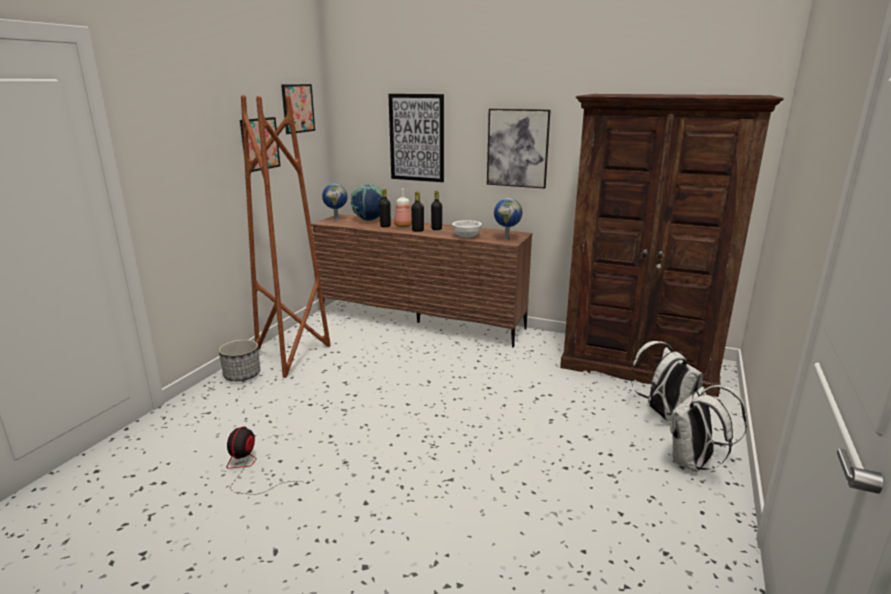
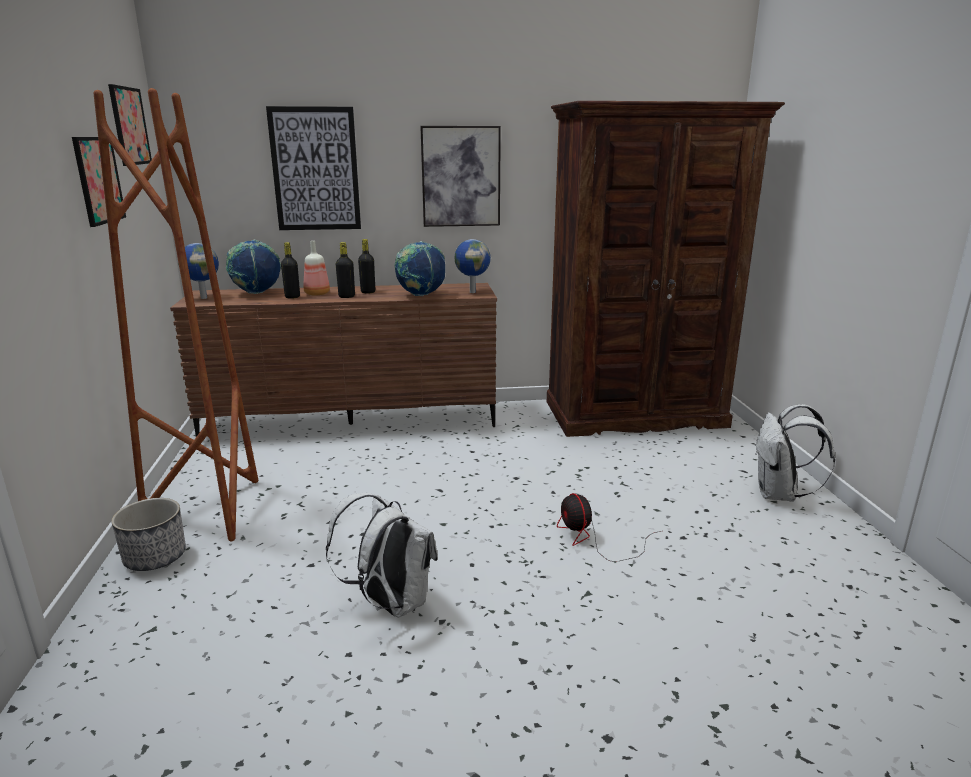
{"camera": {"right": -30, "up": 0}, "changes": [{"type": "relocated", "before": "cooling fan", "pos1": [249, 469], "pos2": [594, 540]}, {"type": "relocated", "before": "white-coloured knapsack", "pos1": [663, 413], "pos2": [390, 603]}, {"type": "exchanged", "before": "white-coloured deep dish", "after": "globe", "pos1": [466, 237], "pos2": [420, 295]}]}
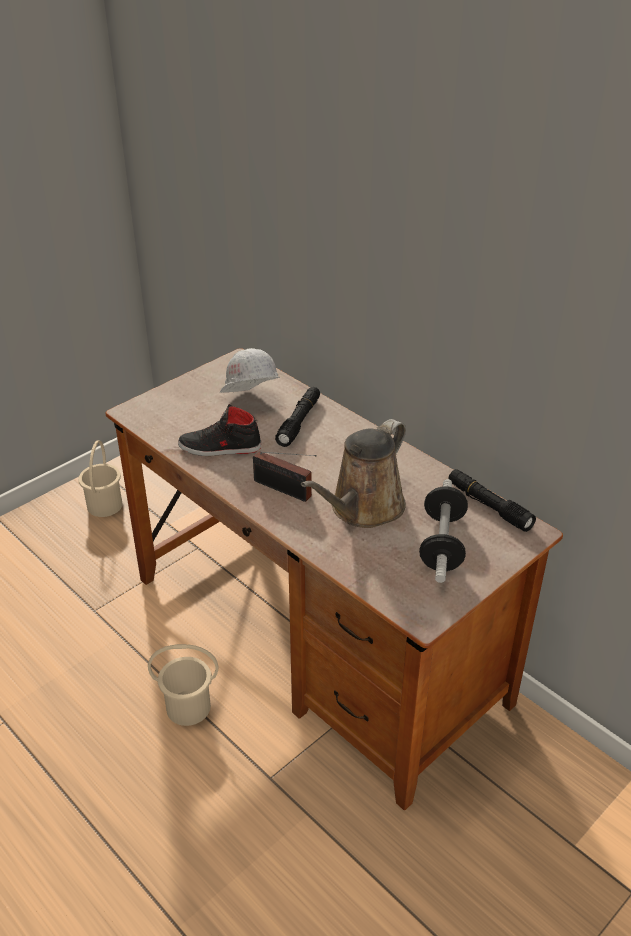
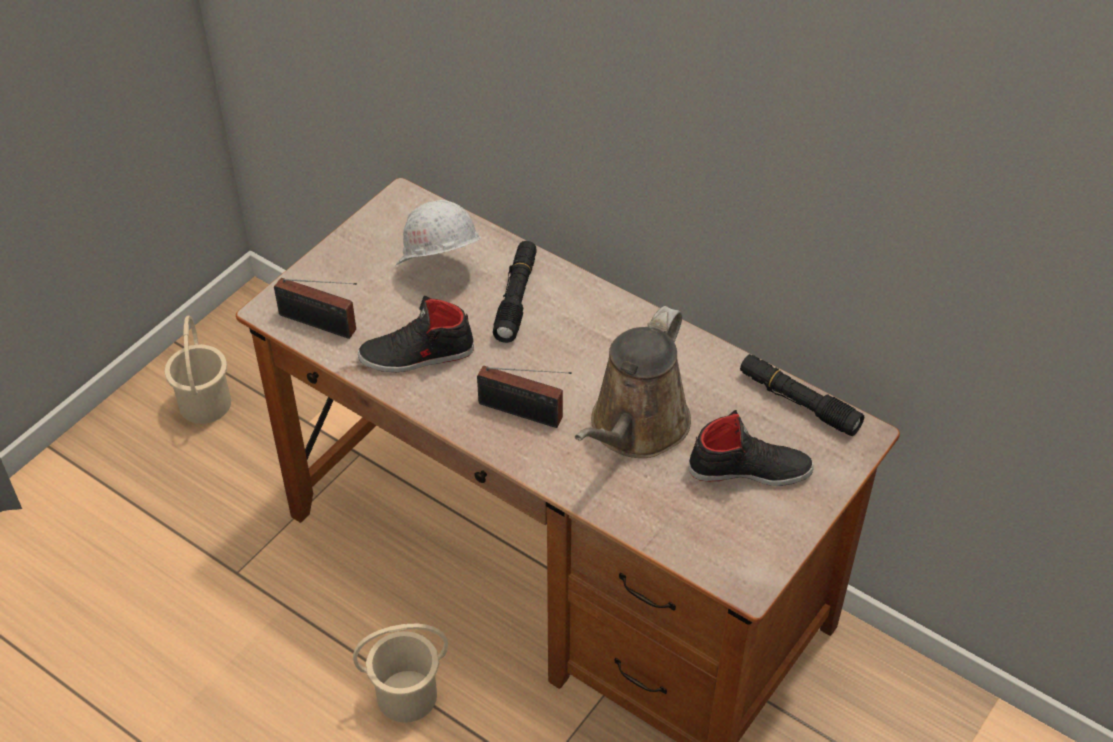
{"camera": {"right": -10, "up": 10}, "changes": [{"type": "appeared", "after": "radio set", "pos2": [321, 324]}, {"type": "exchanged", "before": "free weight", "after": "black shoe", "pos1": [442, 544], "pos2": [749, 469]}]}
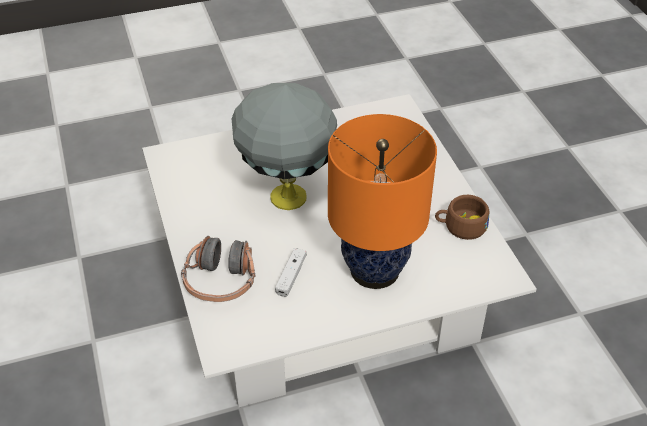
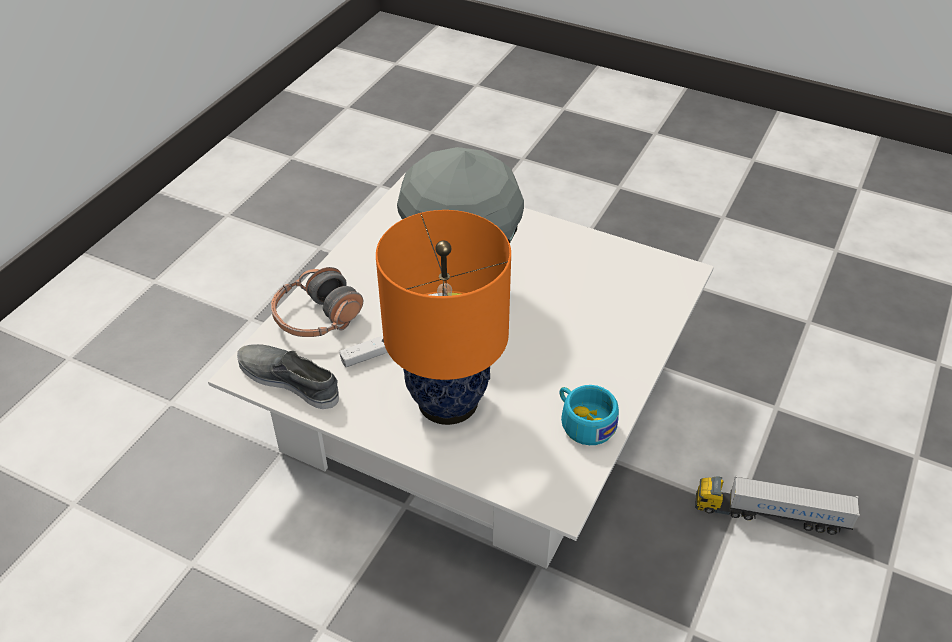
{"camera": {"right": 45, "up": 0}, "changes": [{"type": "appeared", "after": "grey shoe", "pos2": [289, 380]}, {"type": "appeared", "after": "toy truck", "pos2": [770, 515]}, {"type": "colour", "before": "brown drinking cup", "after": "turquoise-coloured drinking cup", "pos1": [460, 226], "pos2": [583, 422]}]}
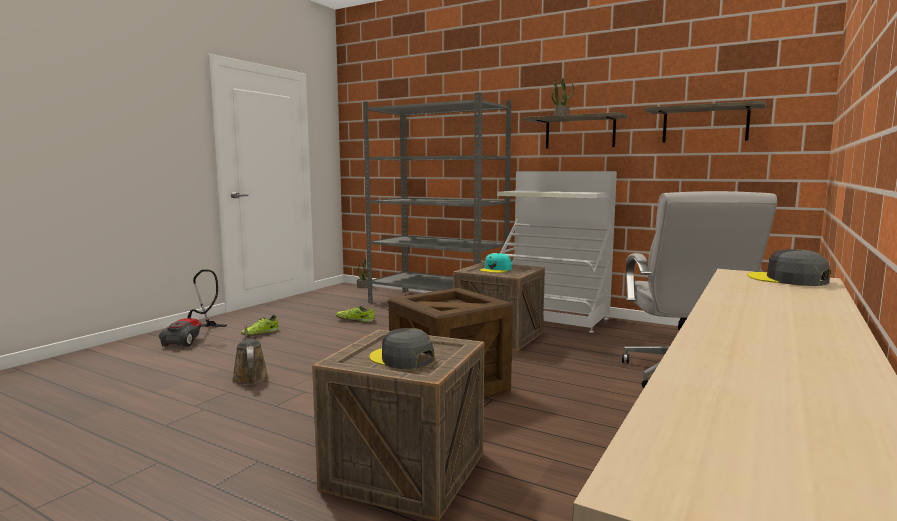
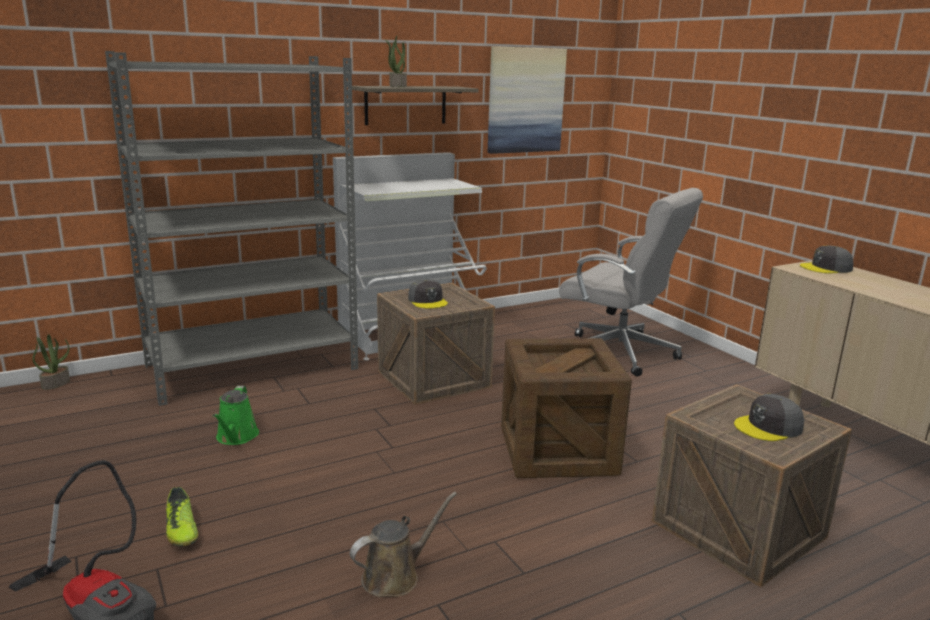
{"camera": {"right": -60, "up": 10}, "changes": [{"type": "exchanged", "before": "shoe", "after": "greenish watering pot", "pos1": [355, 320], "pos2": [236, 437]}, {"type": "exchanged", "before": "shelf", "after": "wall picture", "pos1": [705, 124], "pos2": [525, 100]}, {"type": "colour", "before": "turquoise-coloured cap", "after": "grey cap", "pos1": [496, 270], "pos2": [427, 301]}, {"type": "spun", "before": "brown watering pot", "pos1": [249, 377], "pos2": [395, 576], "turn": 135}]}
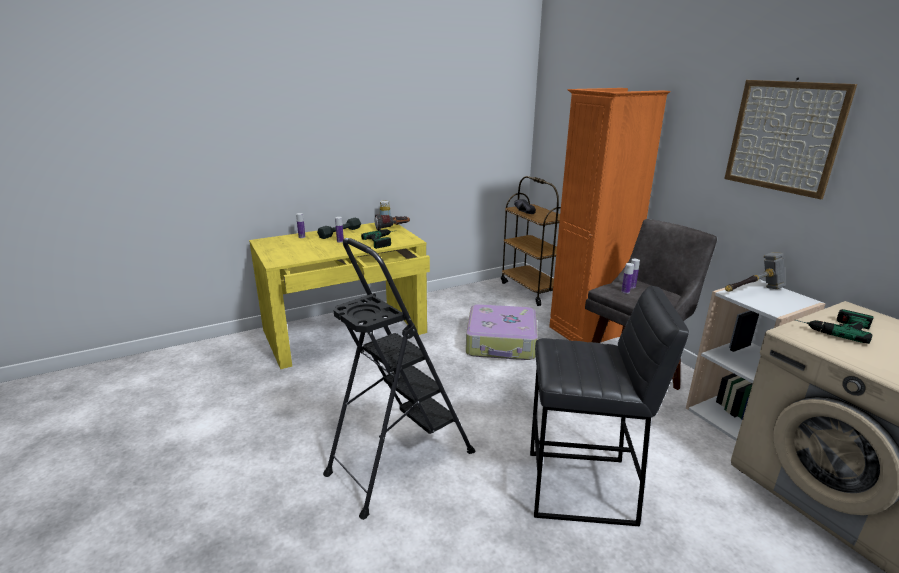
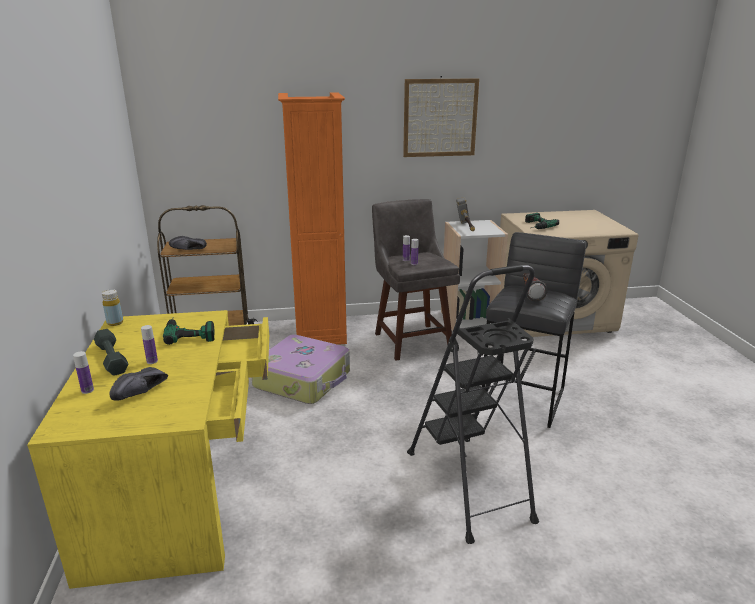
{"camera": {"right": -70, "up": 0}, "changes": [{"type": "appeared", "after": "black shoe", "pos2": [142, 393]}, {"type": "relocated", "before": "torch", "pos1": [392, 228], "pos2": [530, 293]}]}
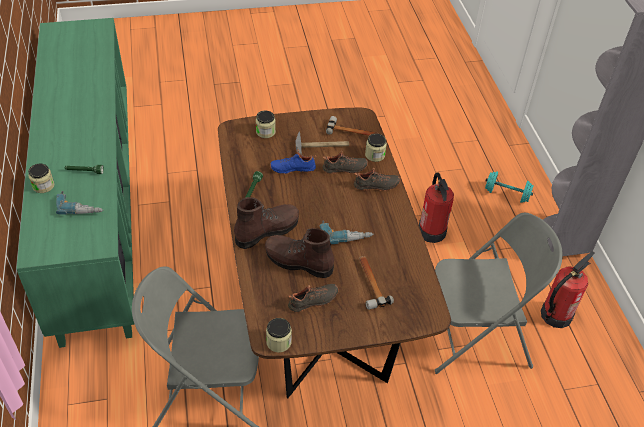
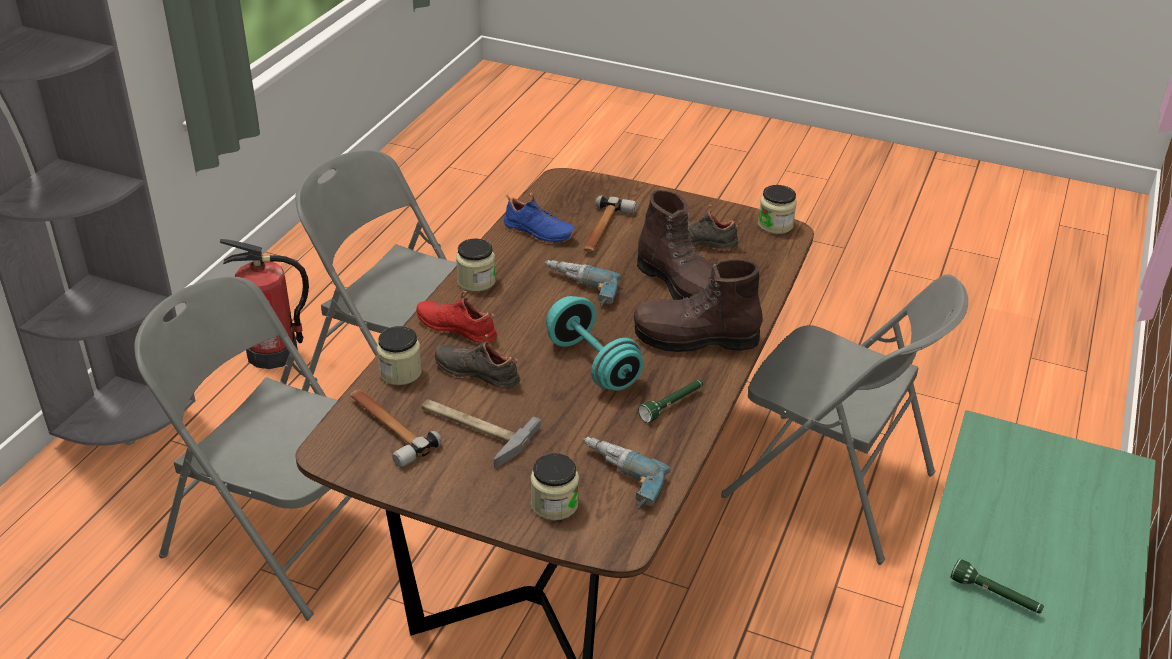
{"camera": {"right": -145, "up": -10}, "changes": [{"type": "relocated", "before": "storage jar", "pos1": [43, 186], "pos2": [476, 281]}, {"type": "relocated", "before": "drill", "pos1": [81, 206], "pos2": [616, 479]}, {"type": "relocated", "before": "blue-coloured shoe", "pos1": [292, 168], "pos2": [538, 233]}, {"type": "relocated", "before": "turquoise-coloured free weight", "pos1": [506, 194], "pos2": [593, 364]}, {"type": "exchanged", "before": "fire extinguisher", "after": "grey chair", "pos1": [431, 231], "pos2": [282, 534]}, {"type": "colour", "before": "black shoe", "after": "red shoe", "pos1": [376, 186], "pos2": [458, 328]}]}
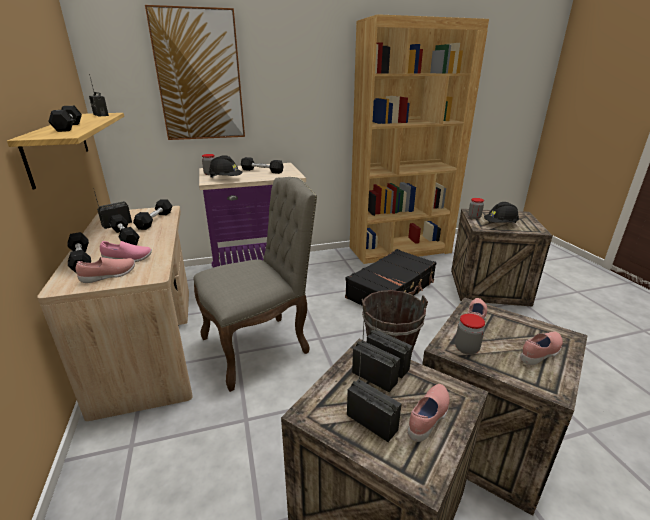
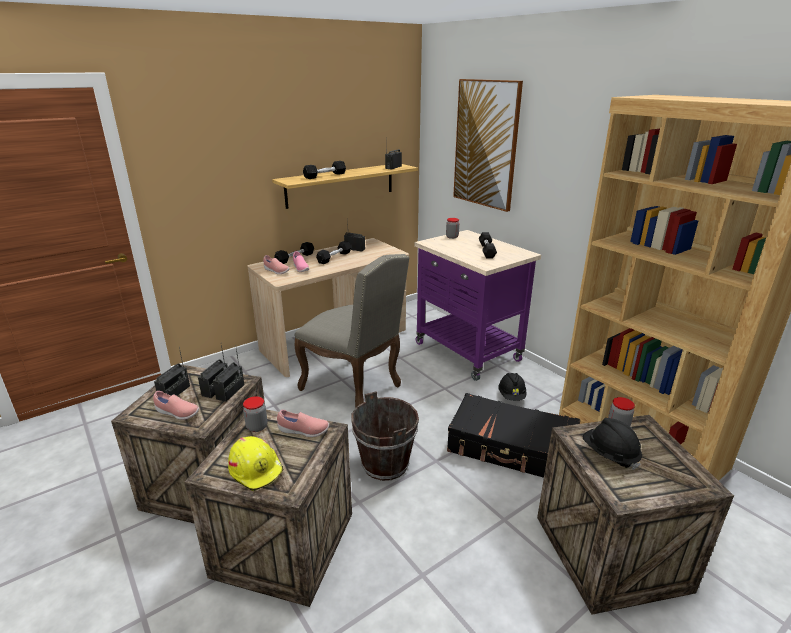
{"camera": {"right": 70, "up": 0}, "changes": [{"type": "missing", "before": "black free weight", "pos1": [155, 220]}, {"type": "relocated", "before": "black work helmet", "pos1": [226, 179], "pos2": [511, 395]}, {"type": "exchanged", "before": "pink-coloured shoe", "after": "yellow work helmet", "pos1": [541, 354], "pos2": [257, 469]}]}
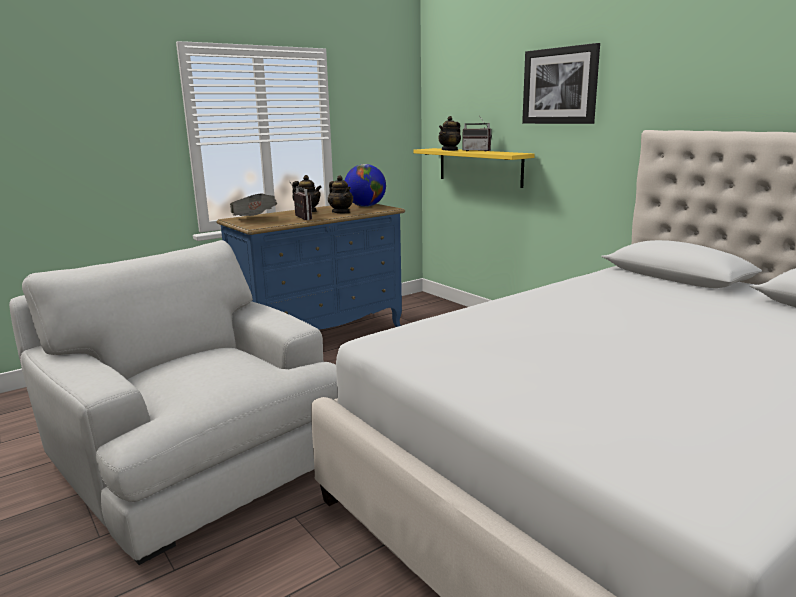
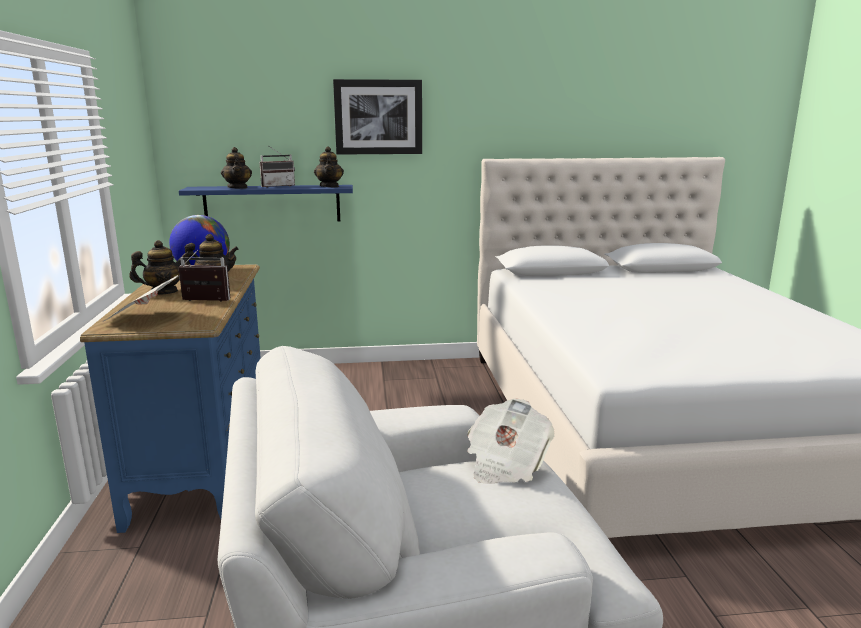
{"camera": {"right": -60, "up": 0}, "changes": [{"type": "appeared", "after": "tea pot", "pos2": [329, 186]}, {"type": "appeared", "after": "newspaper", "pos2": [506, 463]}, {"type": "colour", "before": "yellow shelf", "after": "blue-coloured shelf", "pos1": [479, 166], "pos2": [272, 204]}]}
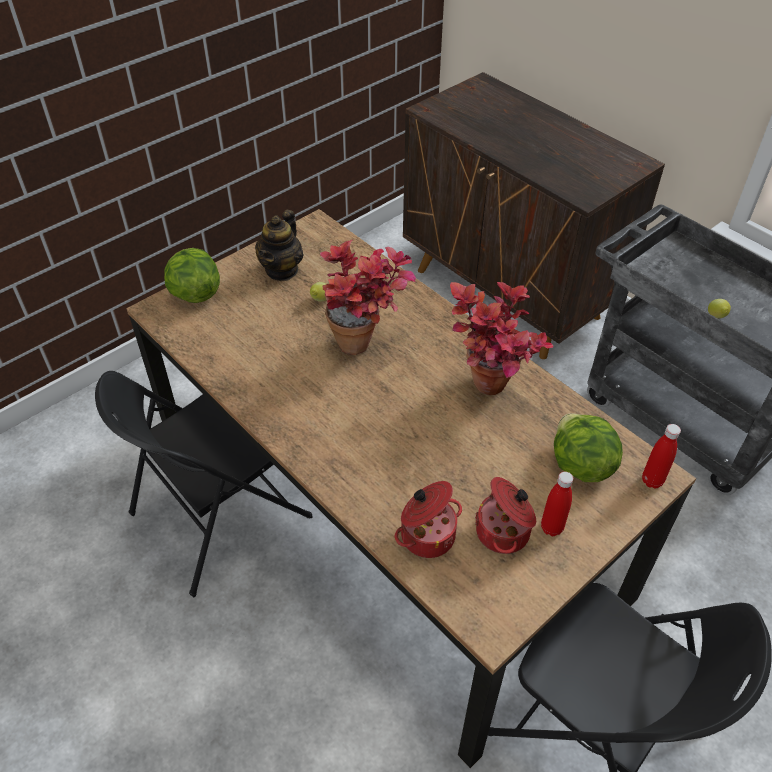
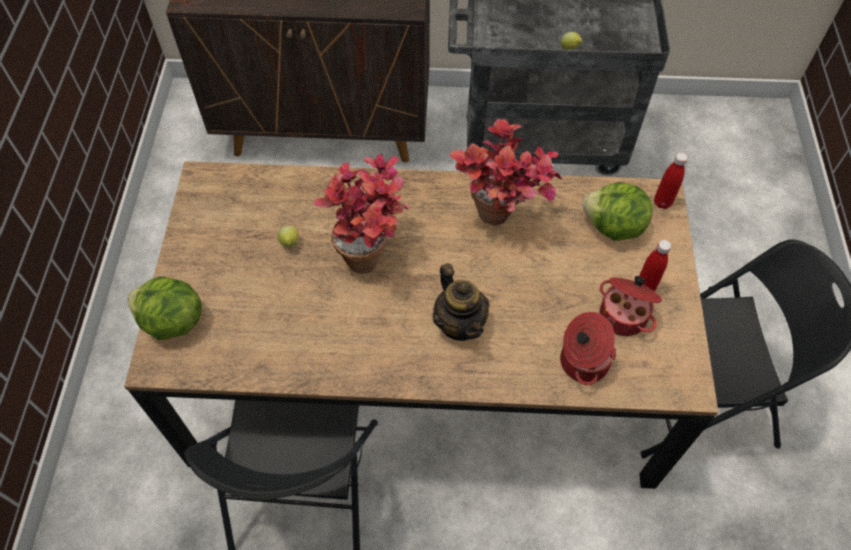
{"camera": {"right": -45, "up": 10}, "changes": [{"type": "relocated", "before": "tea pot", "pos1": [282, 270], "pos2": [460, 324]}]}
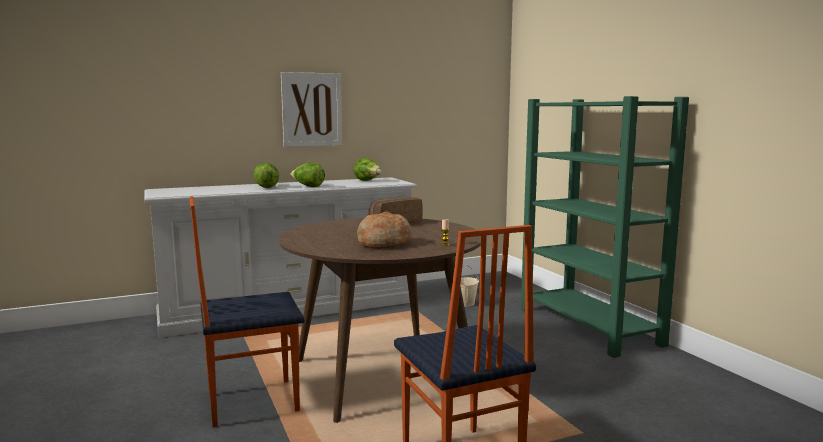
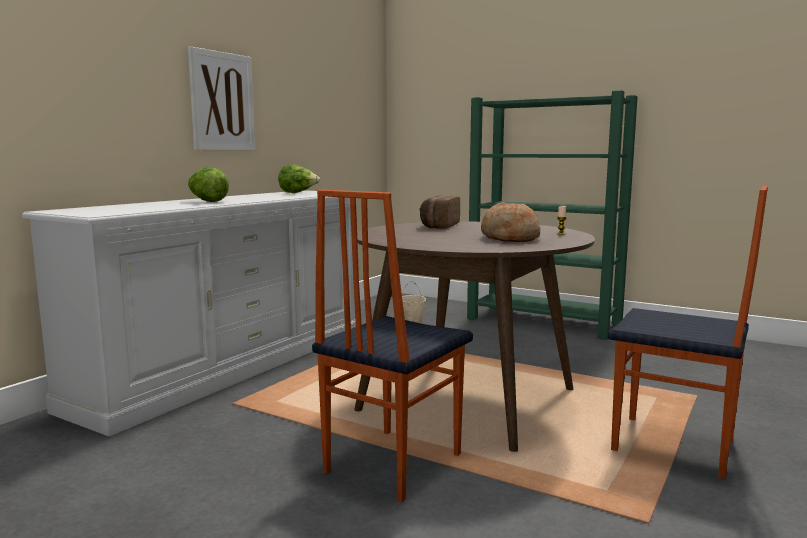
{"camera": {"right": -35, "up": 0}, "changes": [{"type": "missing", "before": "head of lettuce", "pos1": [308, 187]}]}
